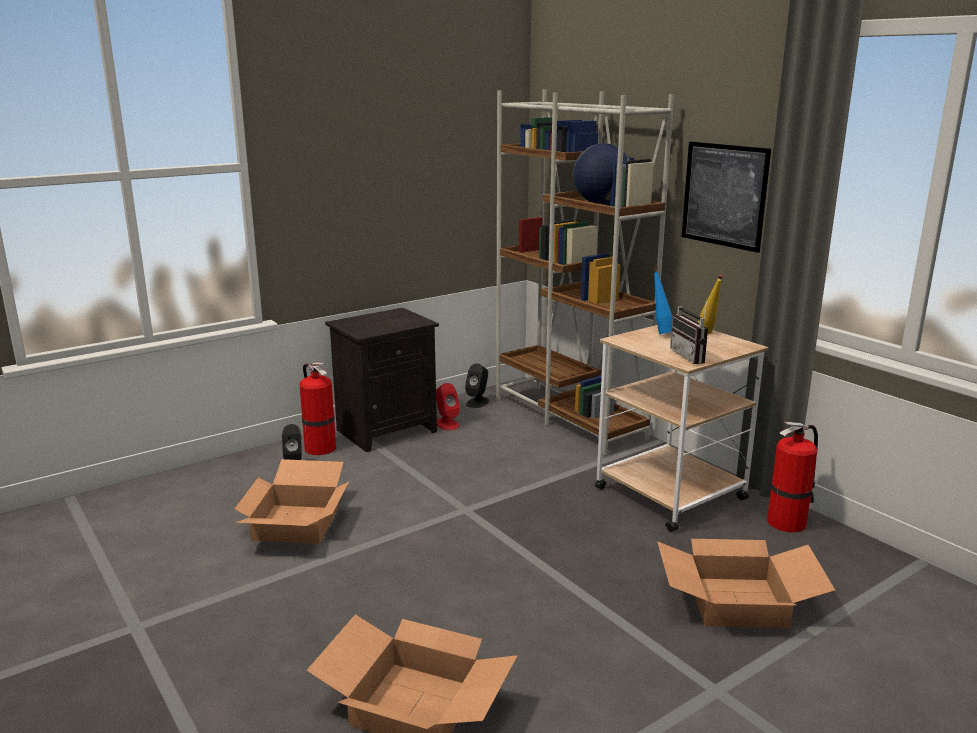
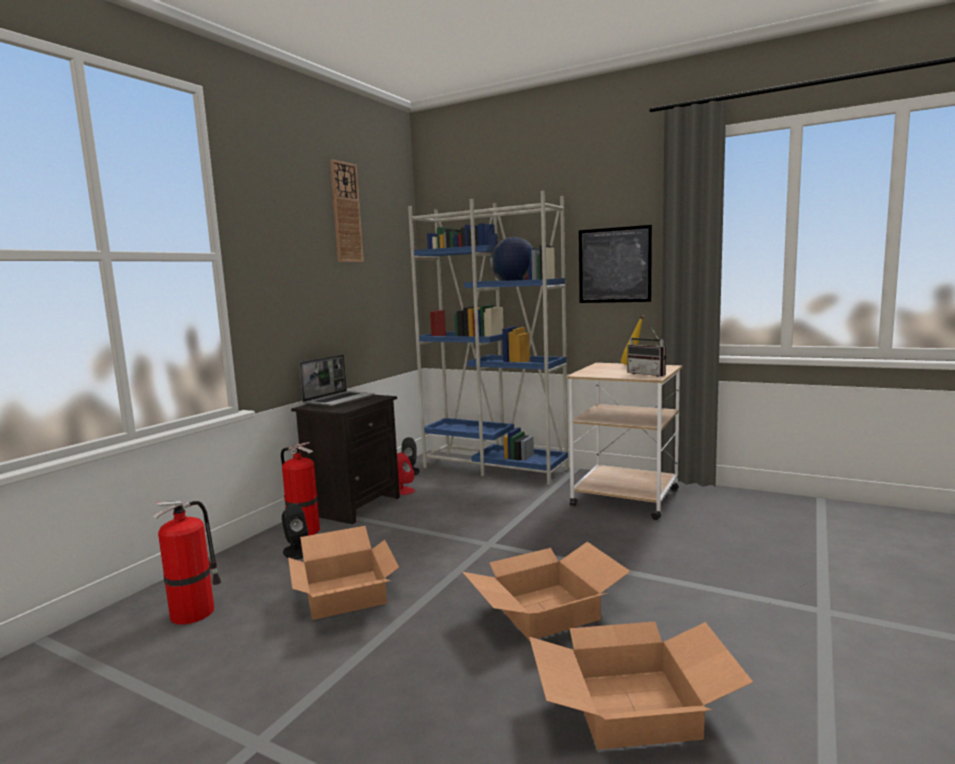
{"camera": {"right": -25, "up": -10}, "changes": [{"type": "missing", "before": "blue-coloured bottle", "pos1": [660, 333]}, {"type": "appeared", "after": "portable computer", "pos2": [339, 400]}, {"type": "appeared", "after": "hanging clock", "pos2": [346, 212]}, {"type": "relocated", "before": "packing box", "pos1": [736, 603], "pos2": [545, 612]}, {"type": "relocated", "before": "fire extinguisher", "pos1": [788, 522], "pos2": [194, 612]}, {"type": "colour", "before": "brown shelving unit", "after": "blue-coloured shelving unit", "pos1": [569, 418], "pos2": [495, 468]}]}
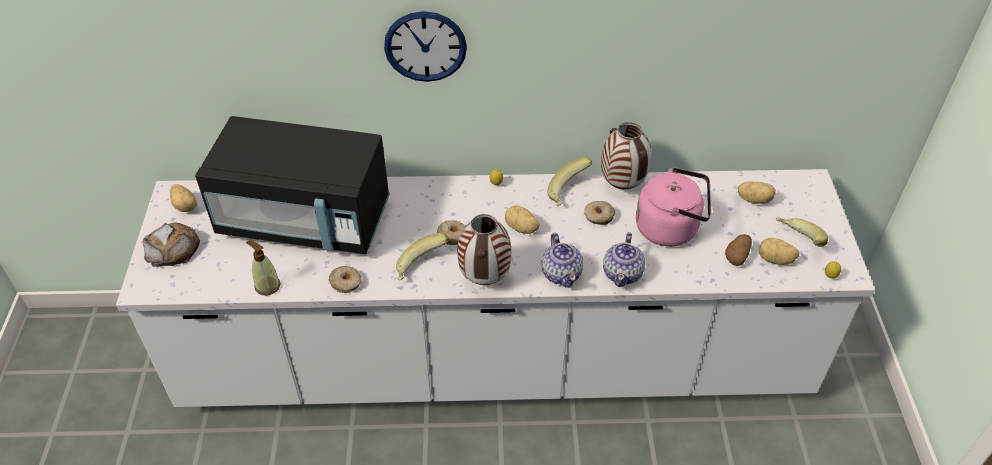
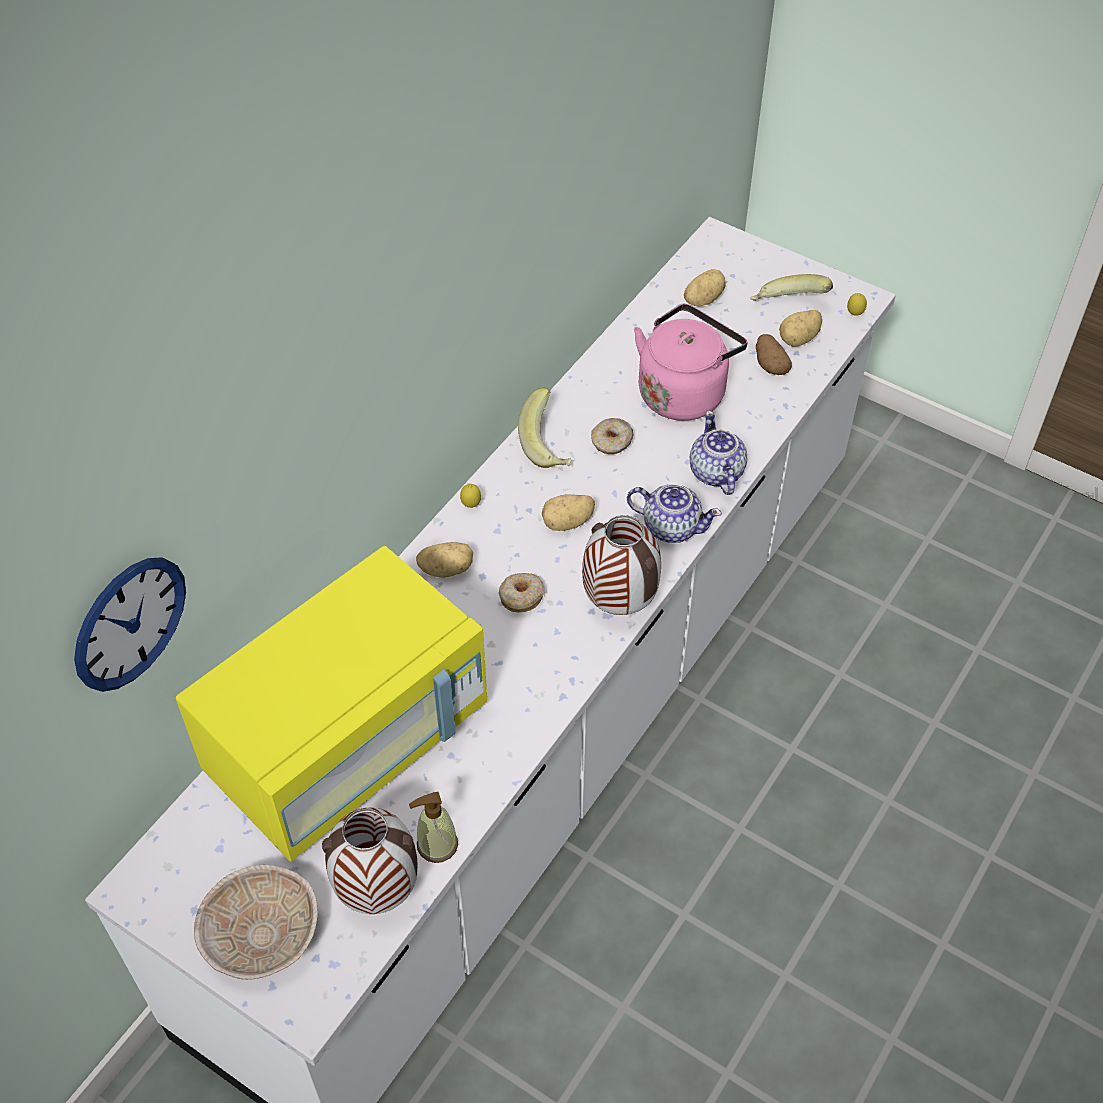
{"camera": {"right": -55, "up": 5}, "changes": [{"type": "missing", "before": "doughnut", "pos1": [346, 283]}, {"type": "missing", "before": "whole banana", "pos1": [421, 267]}, {"type": "relocated", "before": "potato", "pos1": [186, 206], "pos2": [446, 568]}, {"type": "relocated", "before": "hanging clock", "pos1": [425, 46], "pos2": [129, 623]}, {"type": "relocated", "before": "vase", "pos1": [623, 186], "pos2": [379, 890]}, {"type": "exchanged", "before": "baked bread", "after": "beige deep dish", "pos1": [173, 248], "pos2": [260, 935]}, {"type": "colour", "before": "black microwave oven", "after": "yellow microwave oven", "pos1": [305, 220], "pos2": [349, 742]}, {"type": "spun", "before": "tea pot", "pos1": [623, 273], "pos2": [716, 473], "turn": -150}]}
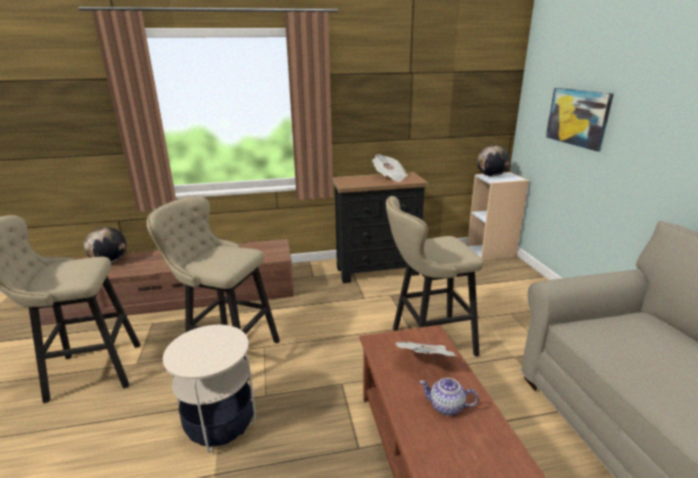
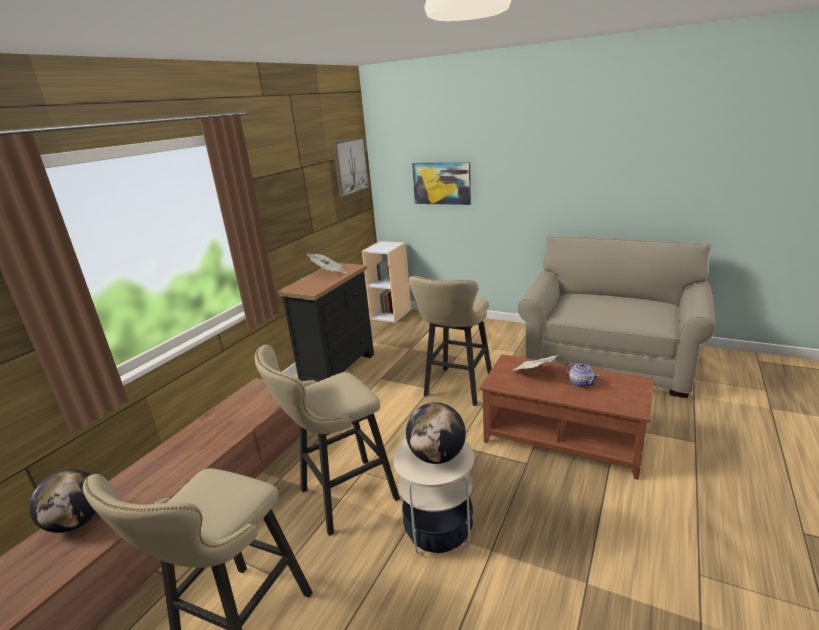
{"camera": {"right": -50, "up": 0}, "changes": [{"type": "appeared", "after": "wall picture", "pos2": [350, 166]}, {"type": "relocated", "before": "globe", "pos1": [491, 175], "pos2": [437, 456]}, {"type": "spun", "before": "tea pot", "pos1": [447, 407], "pos2": [580, 383], "turn": -90}]}
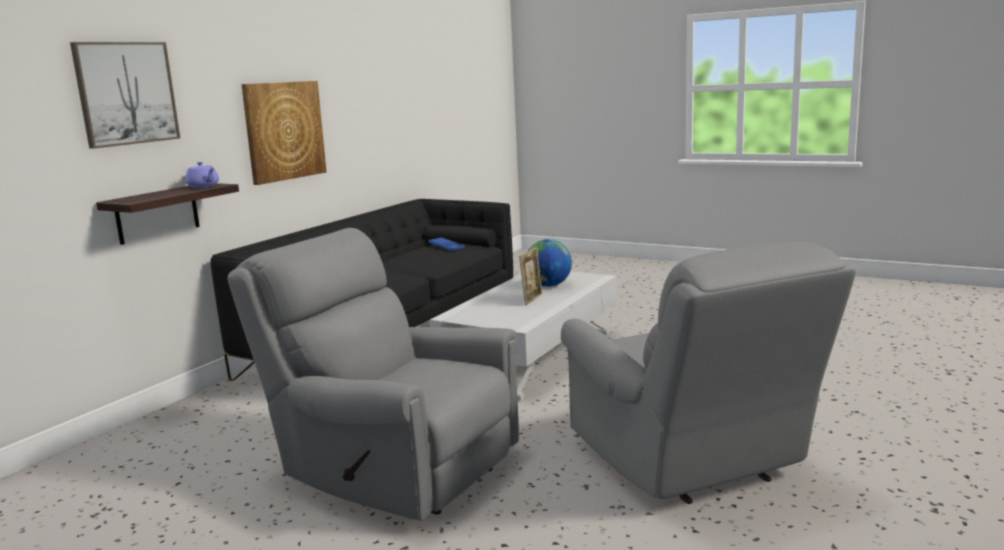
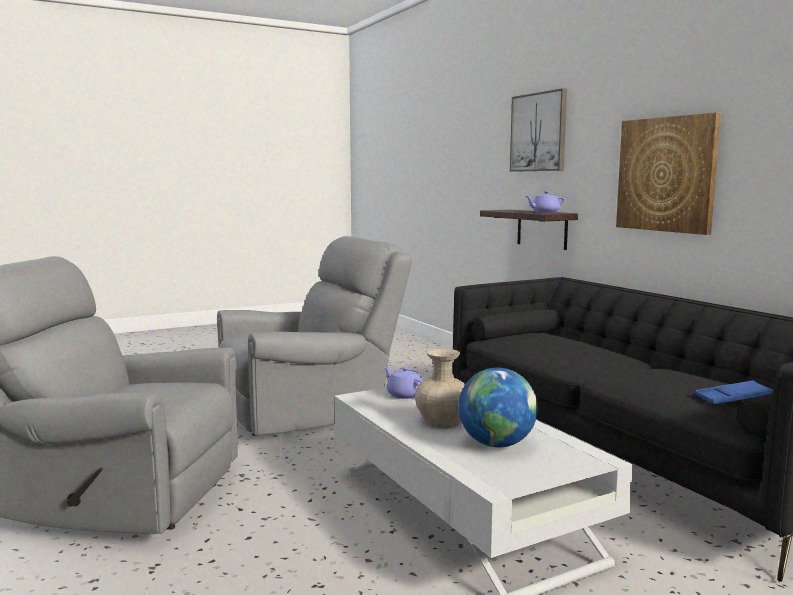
{"camera": {"right": 120, "up": -5}, "changes": [{"type": "appeared", "after": "purple tea pot", "pos2": [404, 395]}, {"type": "exchanged", "before": "picture frame", "after": "beige vase", "pos1": [532, 299], "pos2": [443, 422]}]}
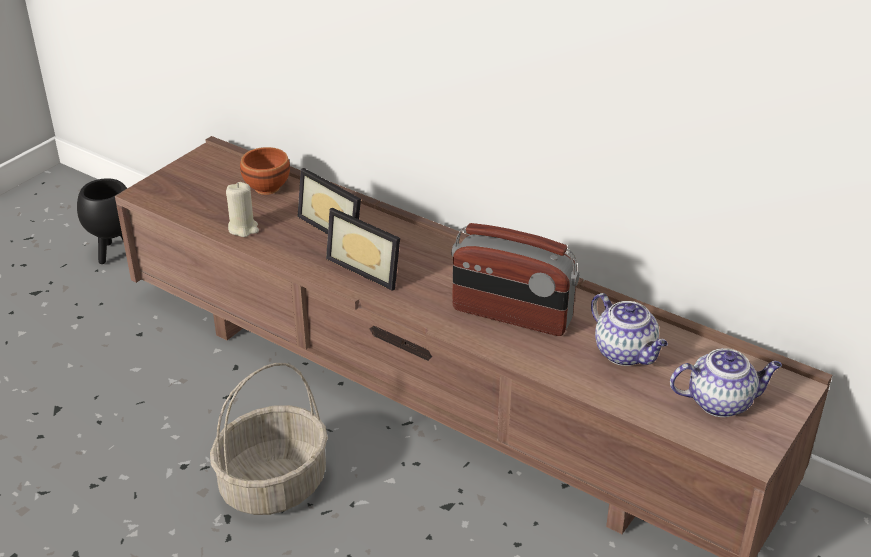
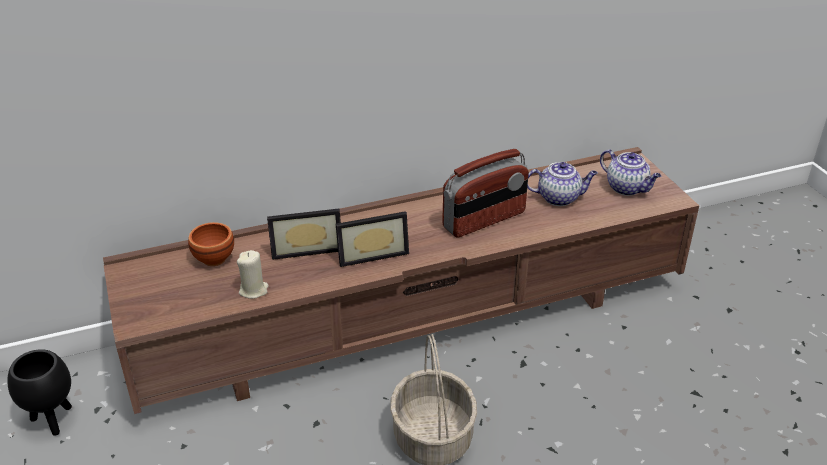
{"camera": {"right": -55, "up": 0}, "changes": [{"type": "spun", "before": "tea pot", "pos1": [721, 402], "pos2": [627, 188], "turn": 105}]}
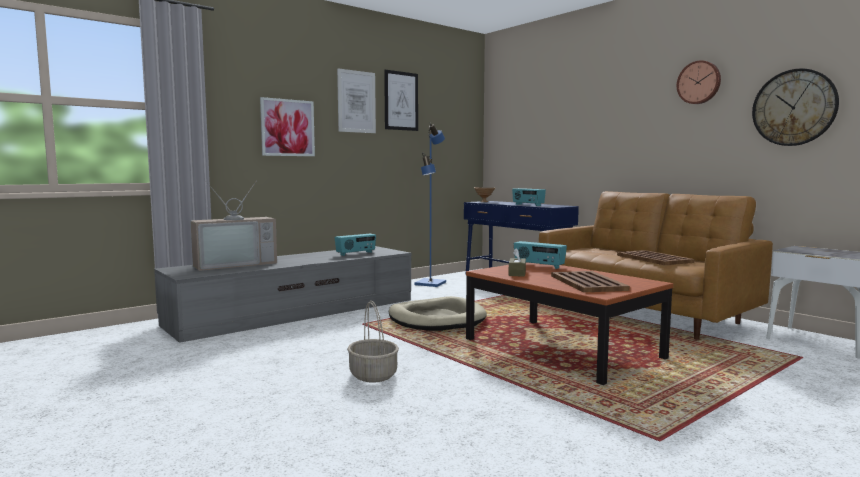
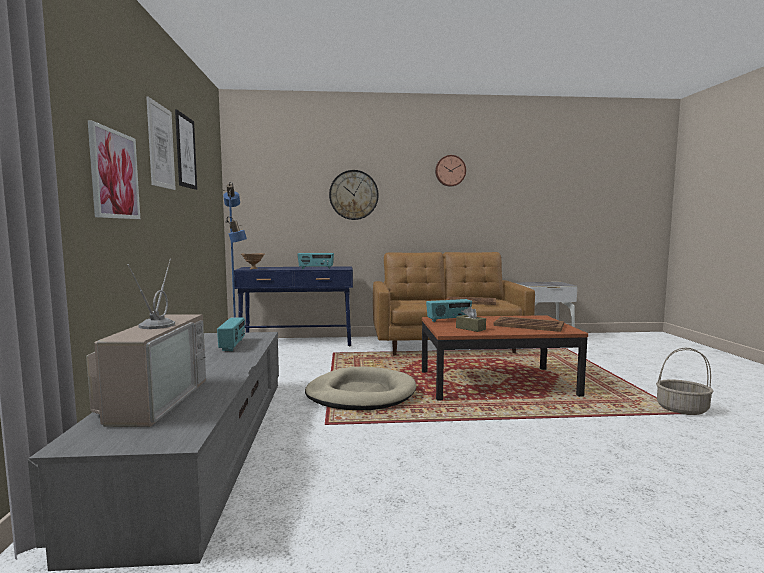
{"camera": {"right": -55, "up": 0}, "changes": [{"type": "relocated", "before": "storage basket", "pos1": [374, 375], "pos2": [682, 409]}, {"type": "relocated", "before": "hanging clock", "pos1": [794, 107], "pos2": [353, 195]}]}
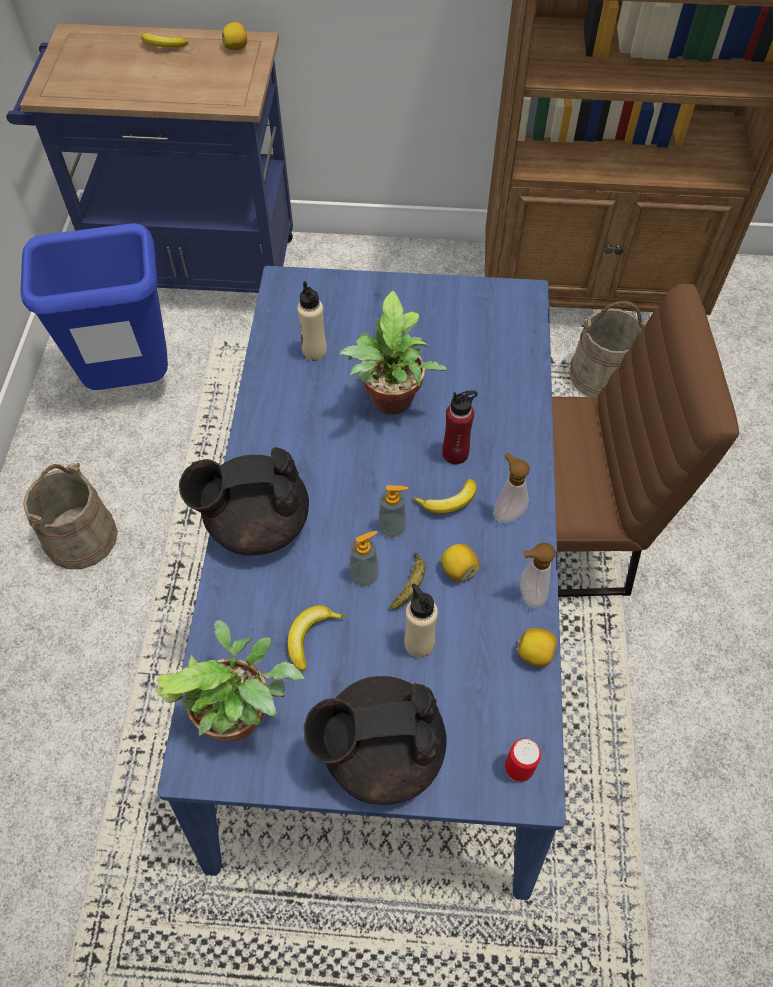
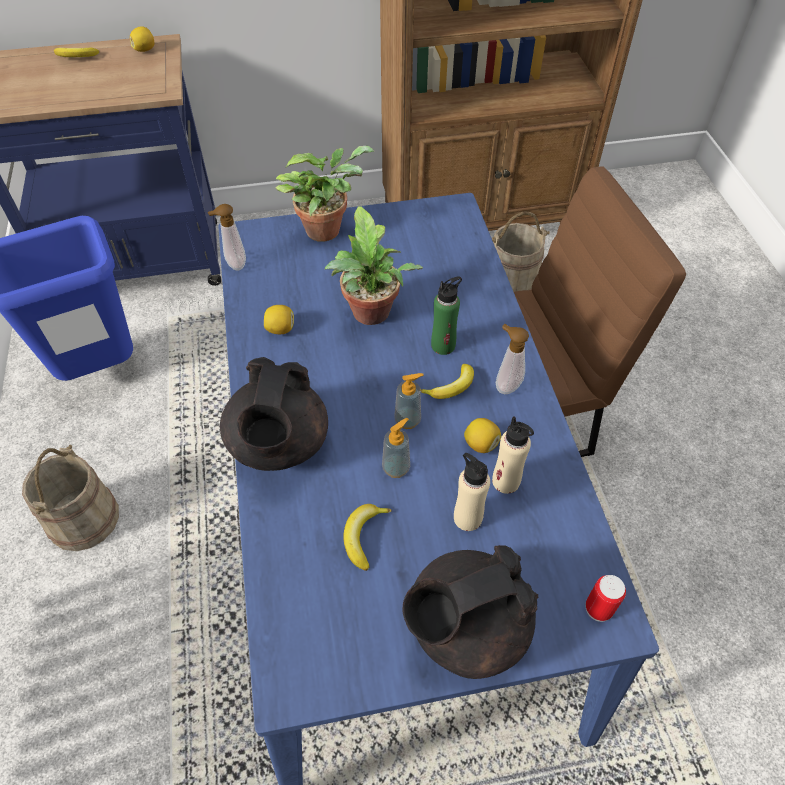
{"camera": {"right": -15, "up": -5}, "changes": [{"type": "missing", "before": "whole banana", "pos1": [410, 584]}, {"type": "relocated", "before": "potted plant", "pos1": [242, 714], "pos2": [327, 228]}, {"type": "relocated", "before": "beige bottle", "pos1": [314, 352], "pos2": [506, 481]}, {"type": "relocated", "before": "whole lemon", "pos1": [535, 654], "pos2": [280, 329]}, {"type": "relocated", "before": "soap bottle", "pos1": [528, 594], "pos2": [234, 265]}, {"type": "colour", "before": "red bottle", "after": "greenish bottle", "pos1": [455, 453], "pos2": [443, 345]}, {"type": "spun", "before": "black tea pot", "pos1": [256, 523], "pos2": [278, 445], "turn": -60}]}
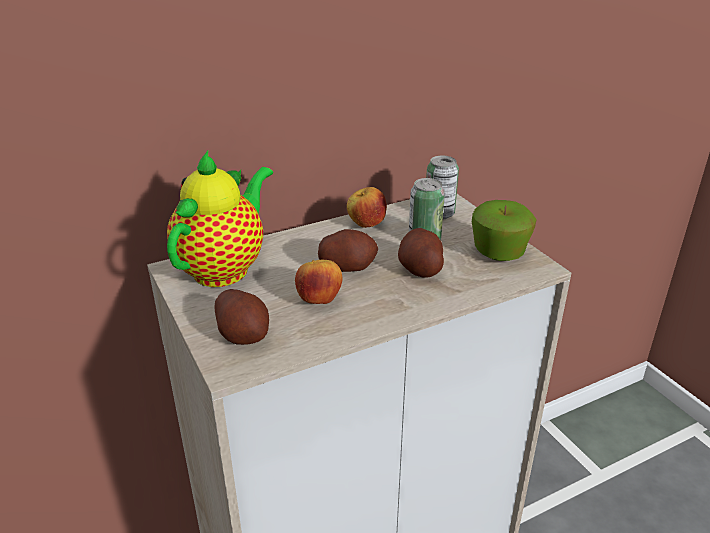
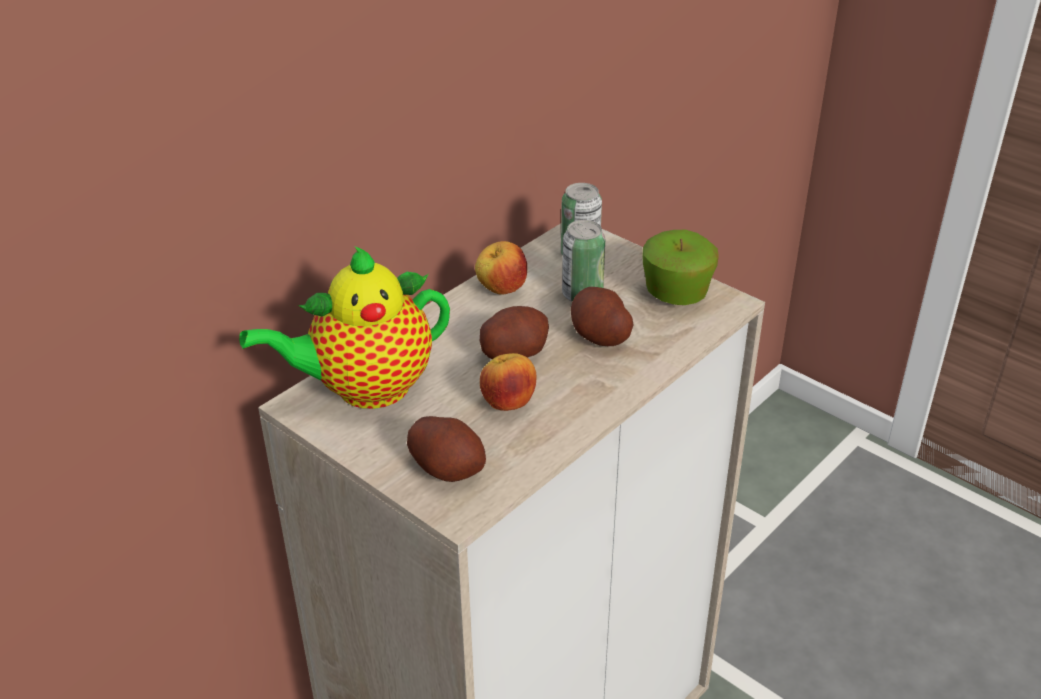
{"camera": {"right": -20, "up": 5}, "changes": [{"type": "spun", "before": "tea pot", "pos1": [225, 268], "pos2": [365, 389], "turn": -120}]}
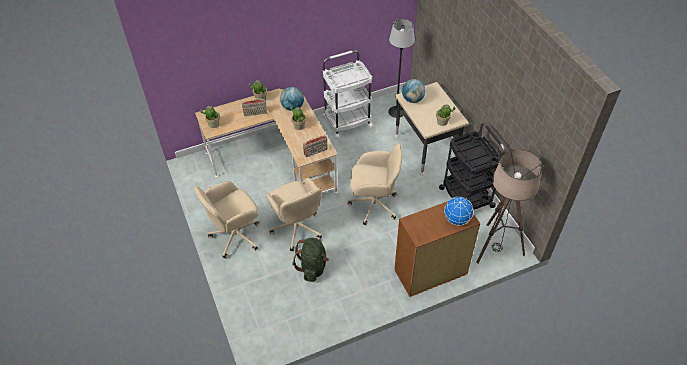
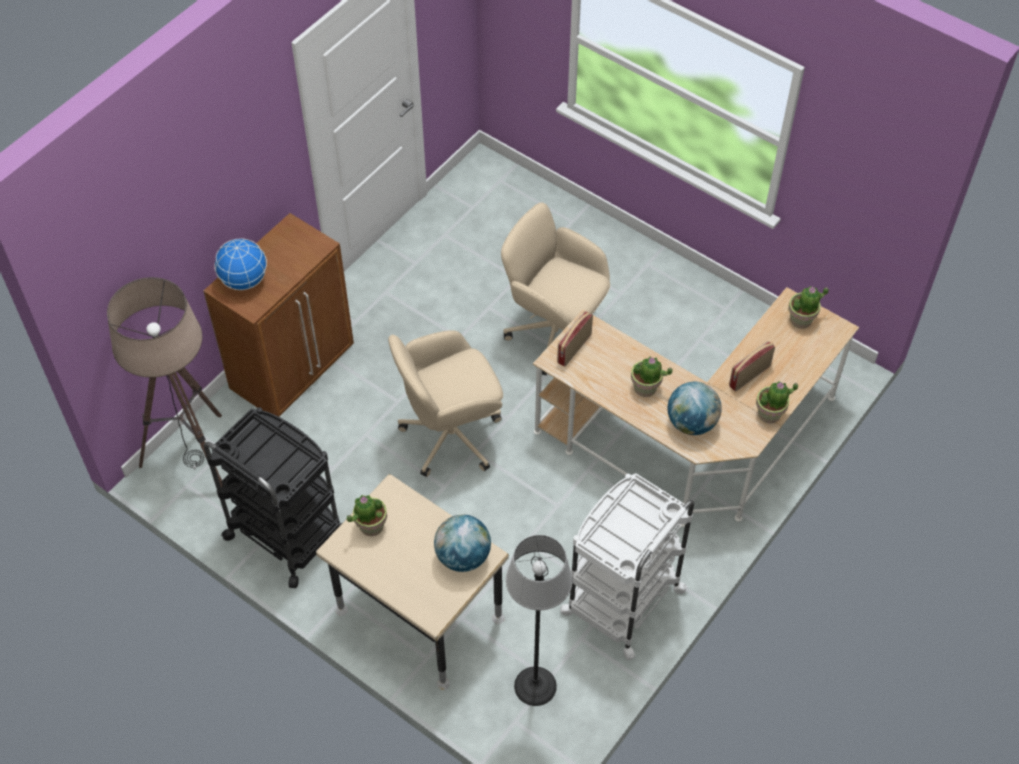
{"camera": {"right": 150, "up": 5}, "changes": [{"type": "missing", "before": "beige office chair", "pos1": [235, 236]}, {"type": "missing", "before": "greenish knapsack", "pos1": [313, 267]}]}
